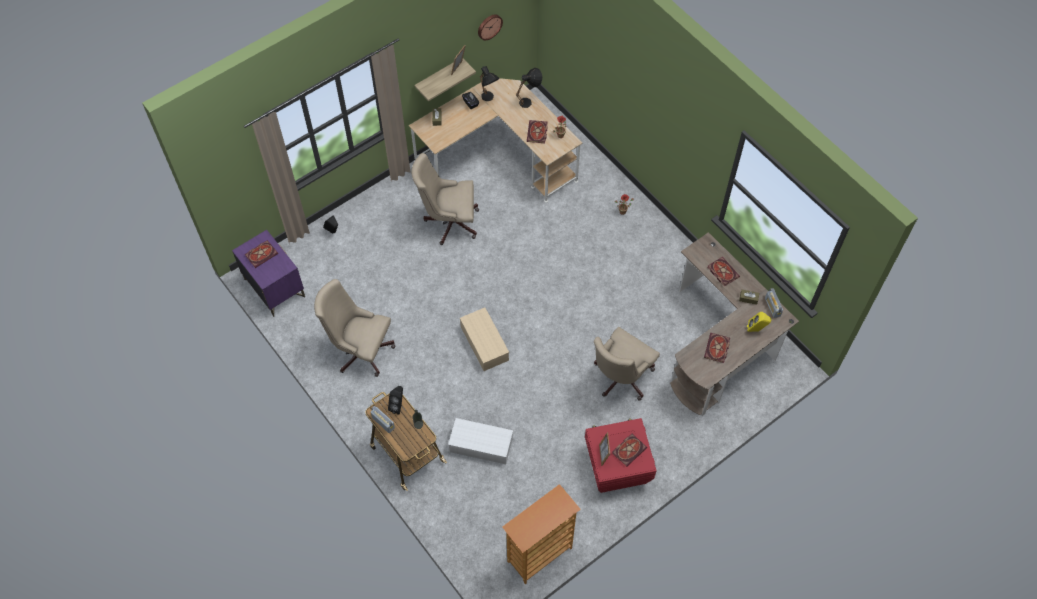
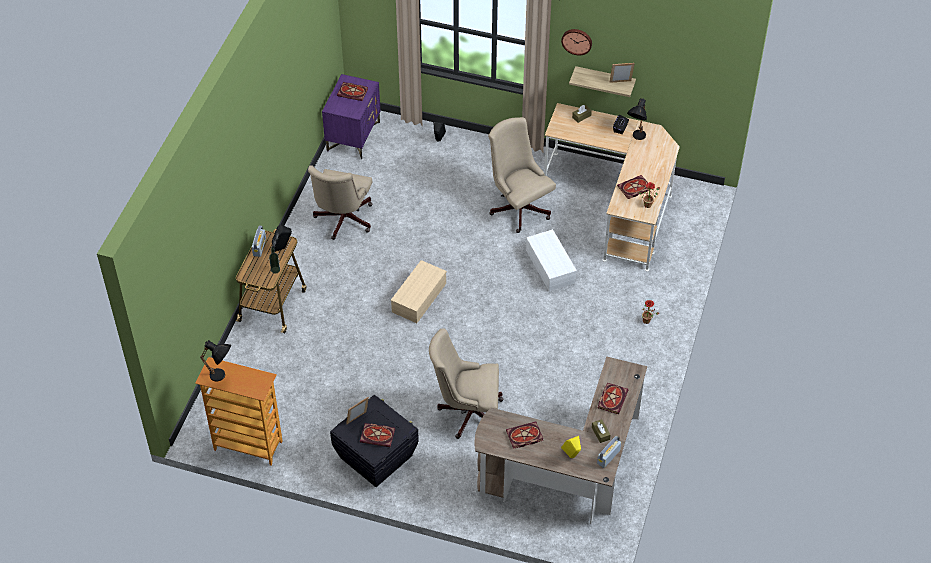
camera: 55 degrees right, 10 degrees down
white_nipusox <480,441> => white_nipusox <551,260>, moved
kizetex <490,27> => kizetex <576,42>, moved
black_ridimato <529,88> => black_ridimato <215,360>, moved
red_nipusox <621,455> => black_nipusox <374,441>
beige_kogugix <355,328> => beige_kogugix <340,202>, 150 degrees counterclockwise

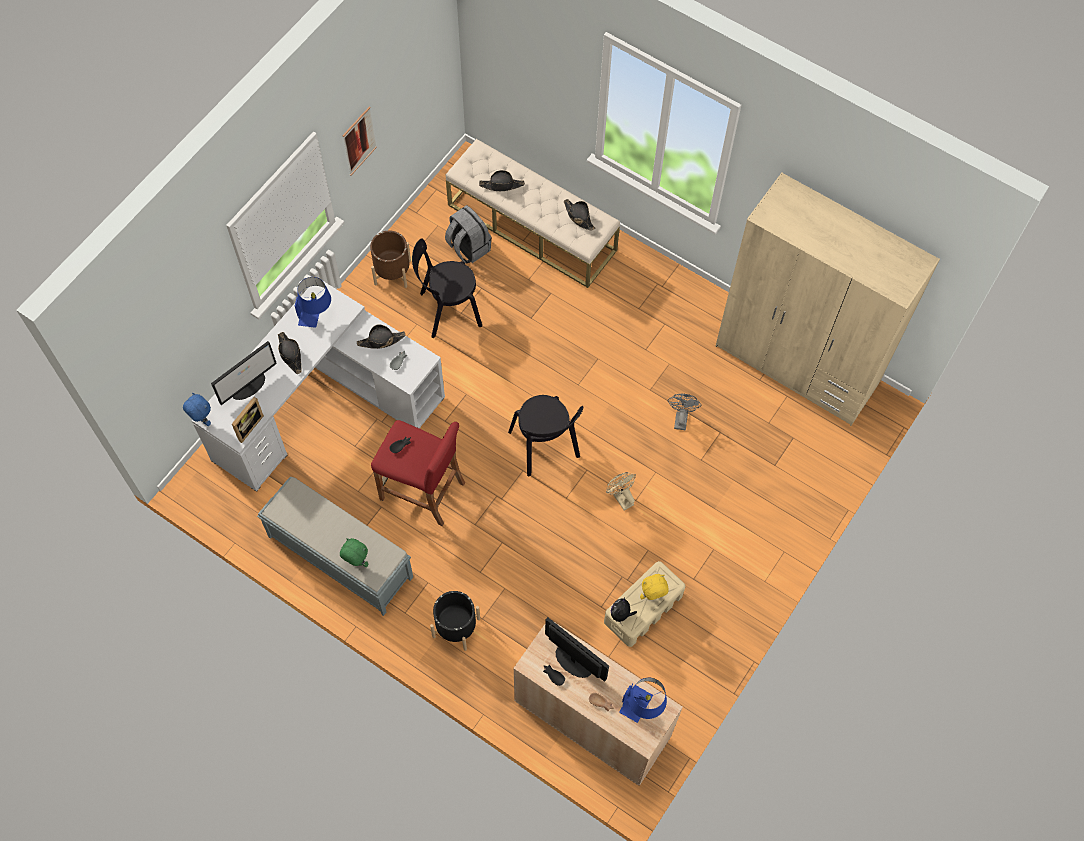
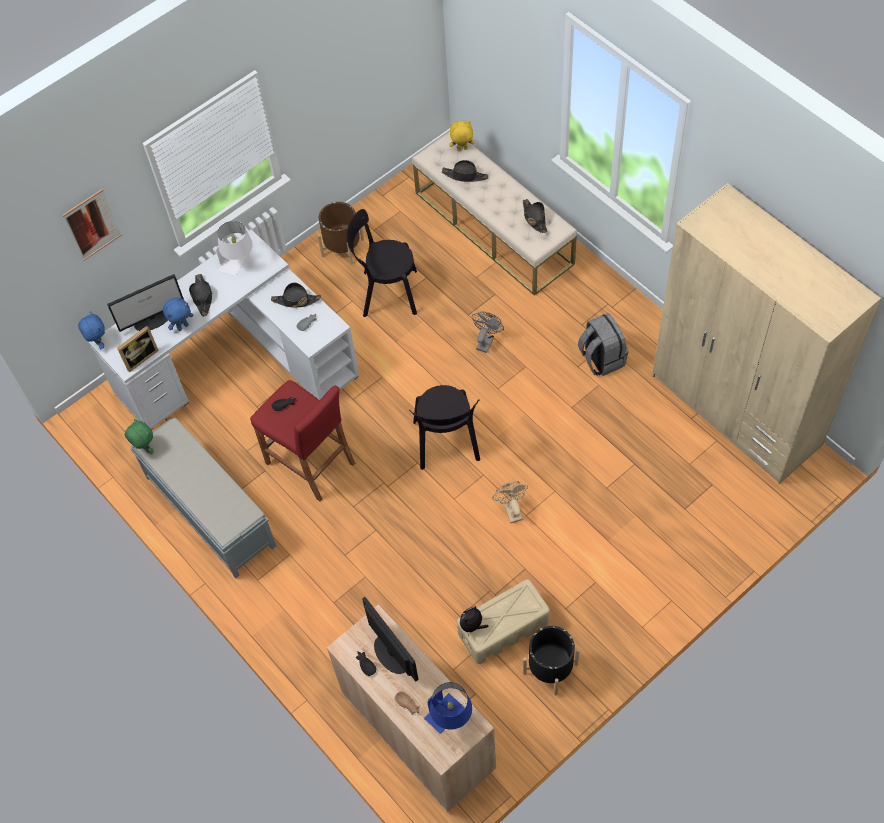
camera: 20 degrees right, 5 degrees down
nothing => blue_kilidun <178,314>
green_kilidun <354,552> => green_kilidun <139,436>, moved
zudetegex <359,141> => zudetegex <92,225>, moved
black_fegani <455,621> => black_fegani <551,660>, moved
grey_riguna <468,234> => grey_riguna <603,344>, moved
yellow_kilidun <654,587> => yellow_kilidun <462,136>, moved
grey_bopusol <684,411> => grey_bopusol <488,332>, moved
blue_ridimato <313,302> => white_ridimato <234,248>

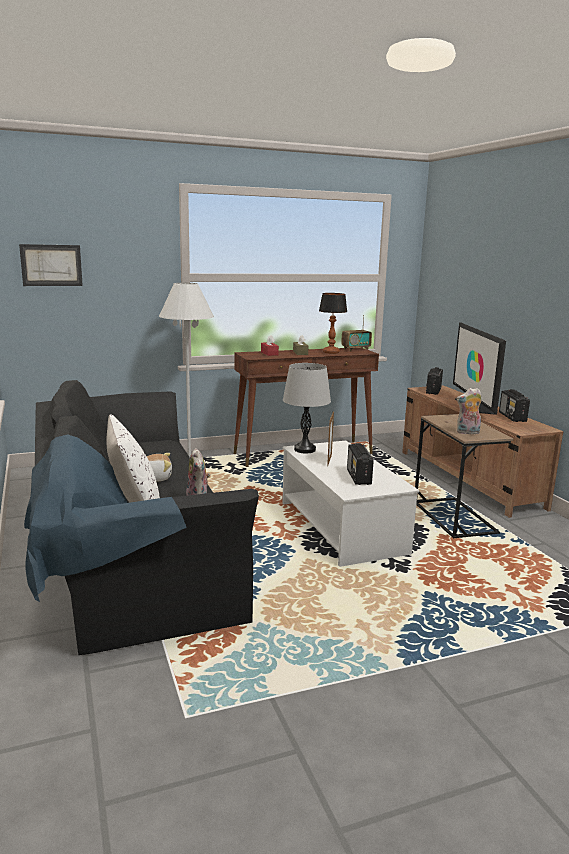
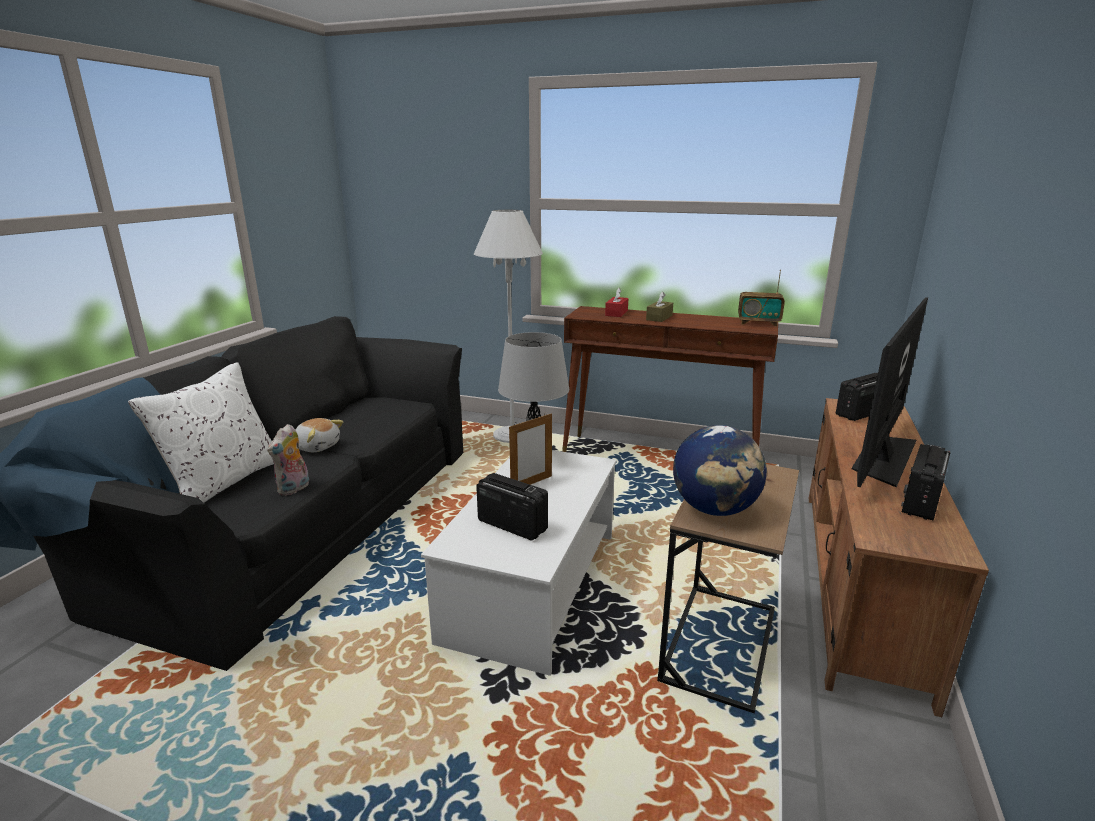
camera: 40 degrees right, 5 degrees up
zudetegex <51,265> => nothing
ridimato <333,323> => nothing
kilidun <469,411> => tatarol <720,470>
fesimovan <360,464> => fesimovan <512,507>, 90 degrees clockwise

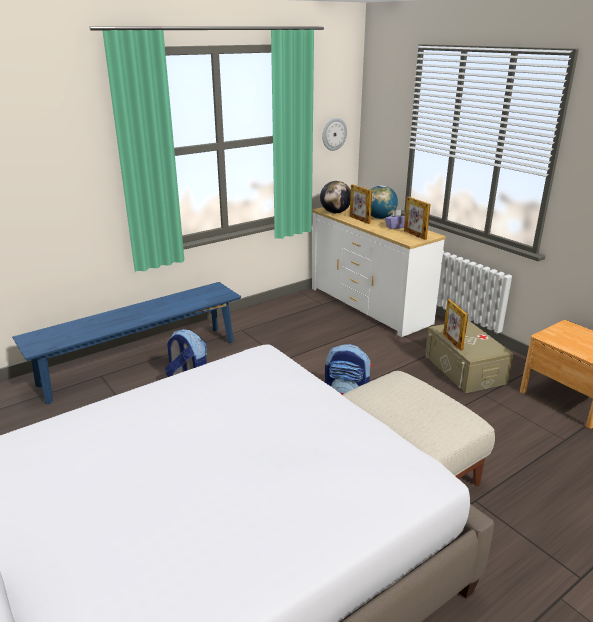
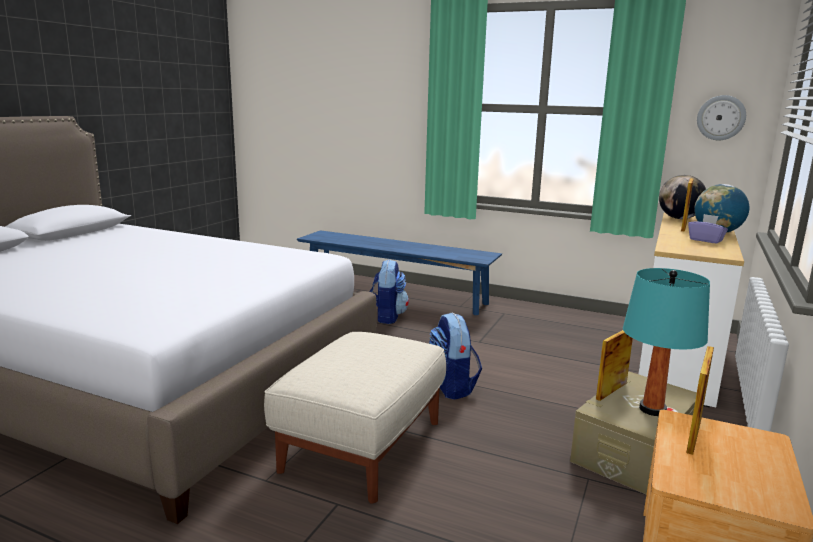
camera: 60 degrees right, 10 degrees down
nothing => turquoise_ridimato <666,342>
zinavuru <417,218> => zinavuru <700,400>, moved

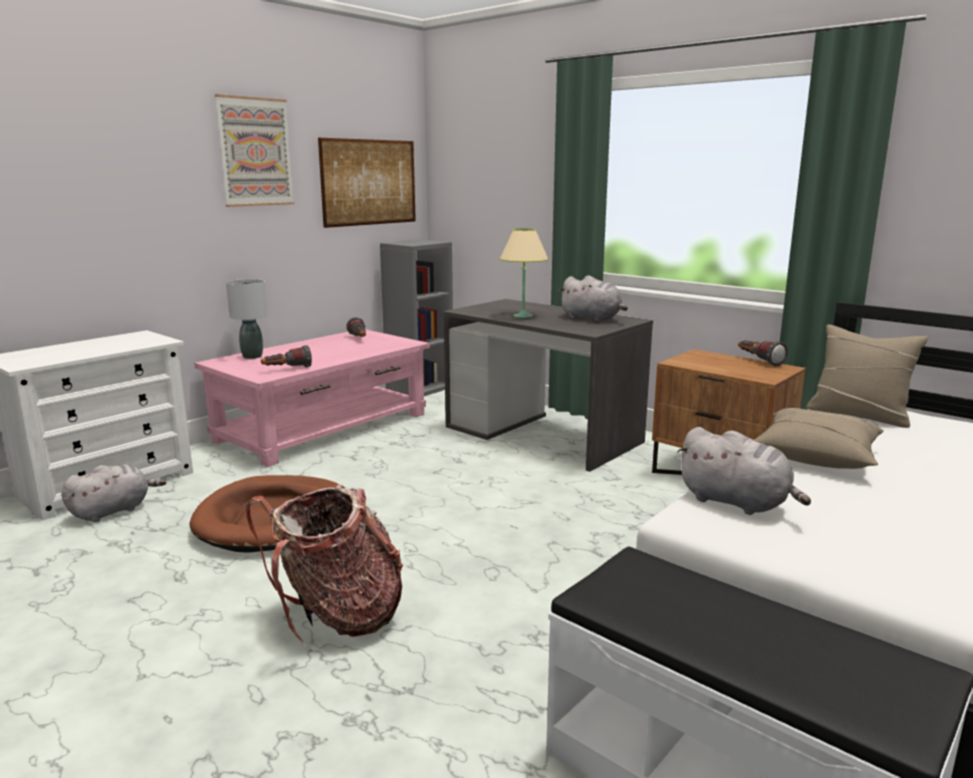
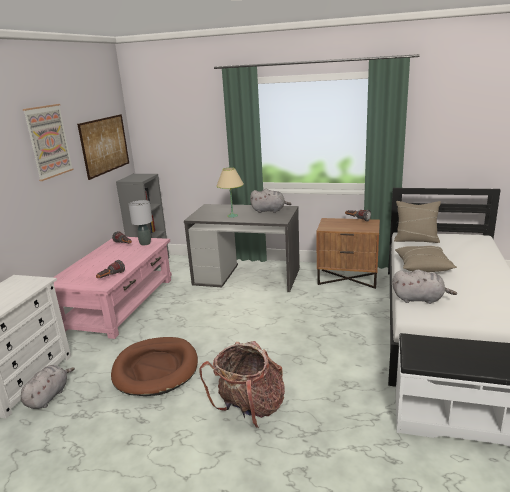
camera: 25 degrees left, 5 degrees up
grey_ridimato <247,319> => grey_ridimato <140,222>, moved

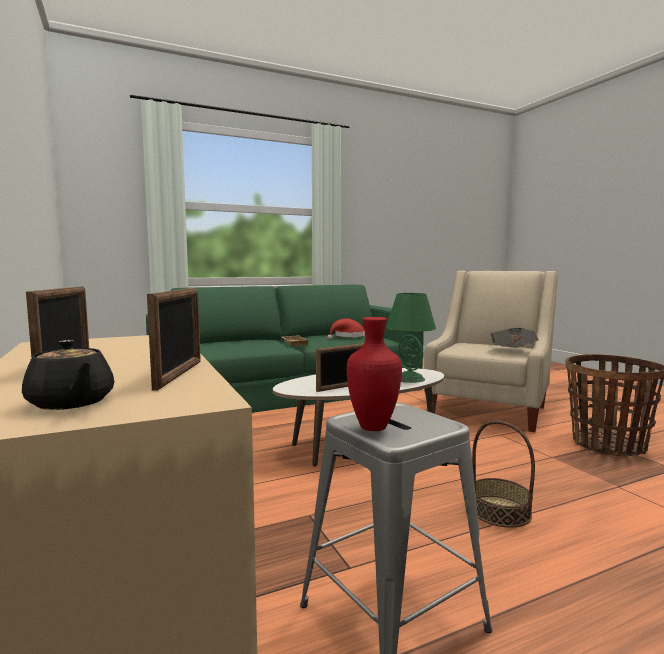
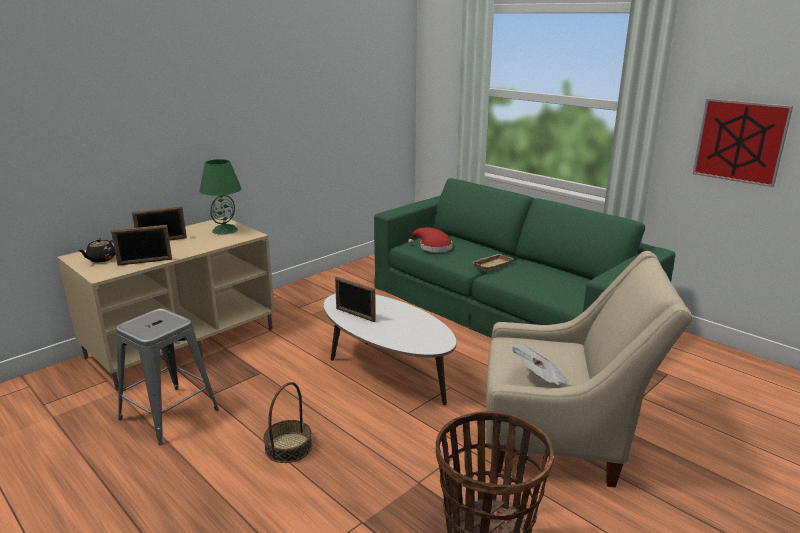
camera: 70 degrees right, 15 degrees up
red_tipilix <374,374> => nothing
nothing => zudetegex <743,143>
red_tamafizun <346,328> => red_tamafizun <430,239>, moved
green_ridimato <411,338> => green_ridimato <220,197>, moved

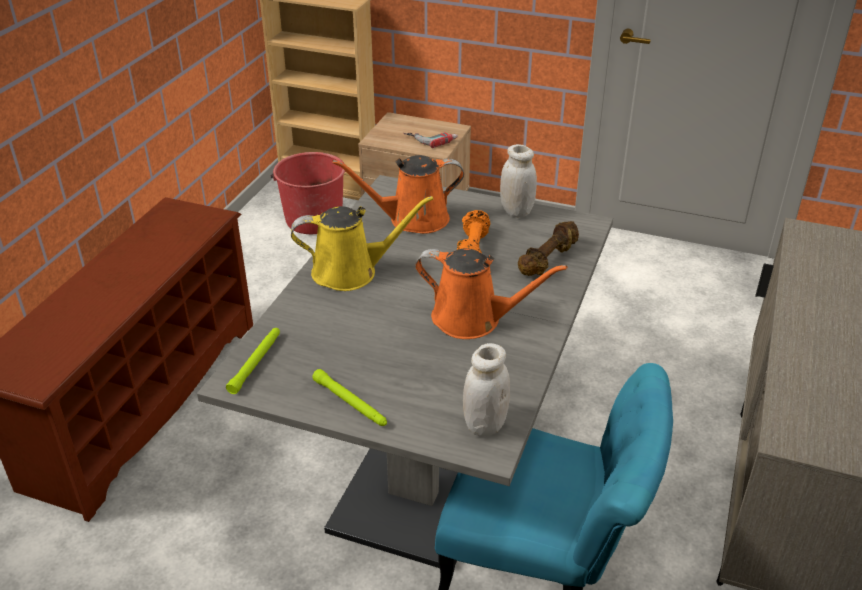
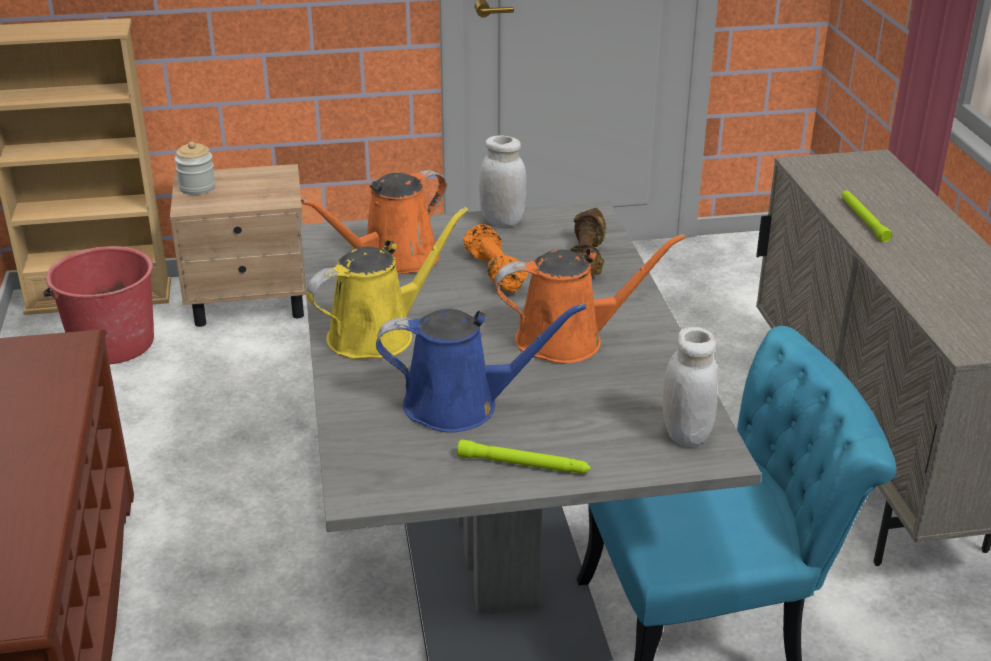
camera: 30 degrees left, 5 degrees down
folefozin <430,140> => nothing
nothing => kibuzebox <195,168>
nothing => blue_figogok <481,368>
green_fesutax <253,361> => green_fesutax <866,216>, moved

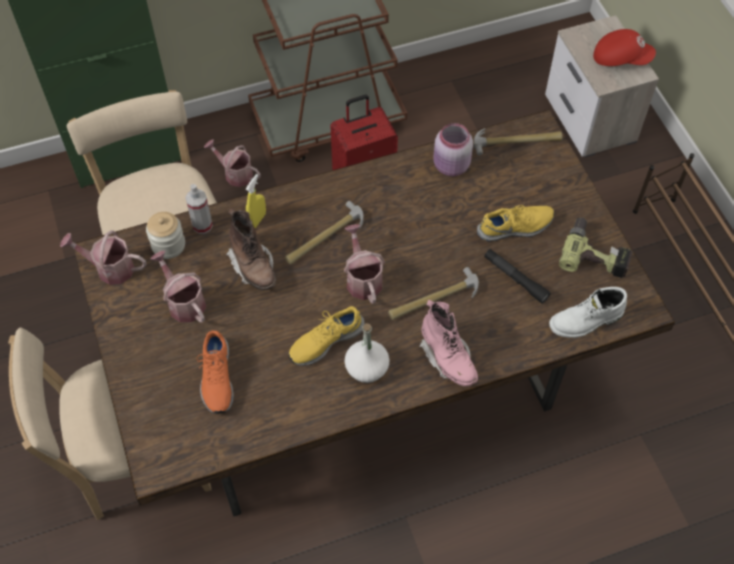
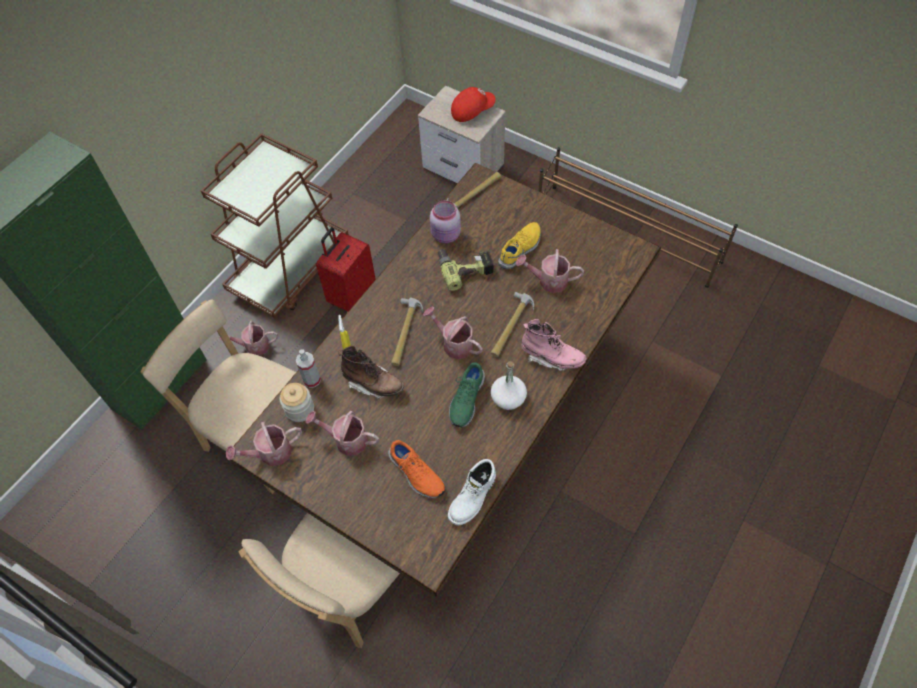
camera: 35 degrees left, 0 degrees up
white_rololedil <588,312> => white_rololedil <472,492>, moved
folefozin <596,247> => folefozin <466,270>, moved
black_fesutax <517,276> => figogok <550,271>
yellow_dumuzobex <327,336> => green_dumuzobex <467,395>

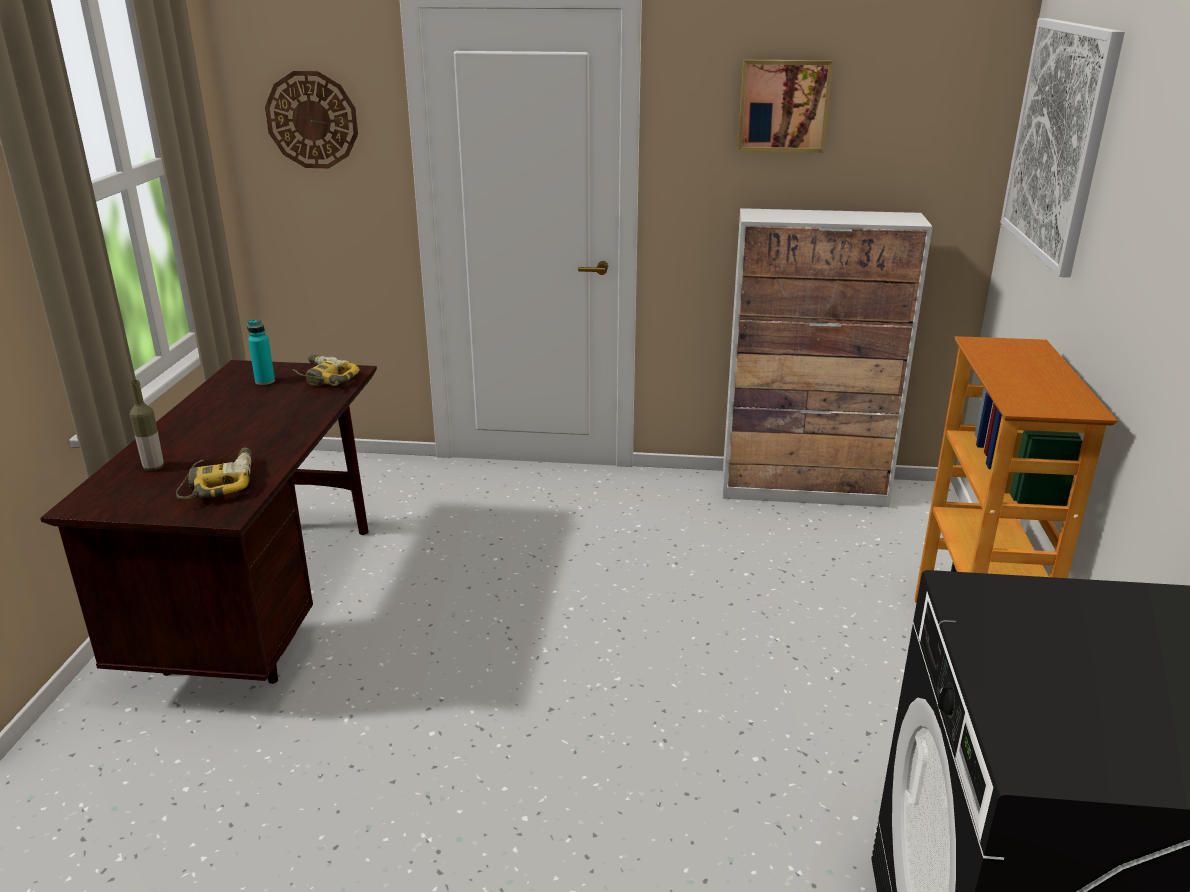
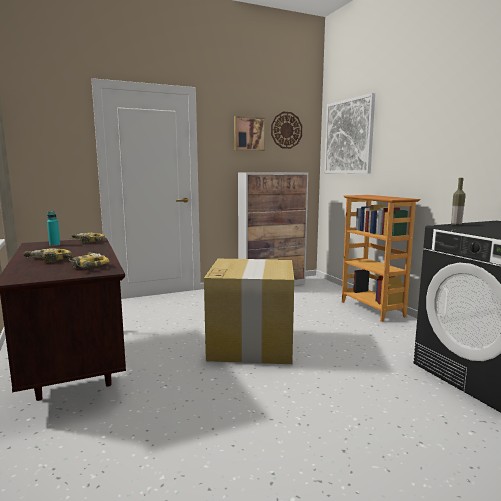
camera: 30 degrees left, 15 degrees down
nothing => folefozin <47,255>
nothing => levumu <249,311>
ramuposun <147,425> => ramuposun <458,202>, moved
kizetex <311,119> => kizetex <286,130>, moved

